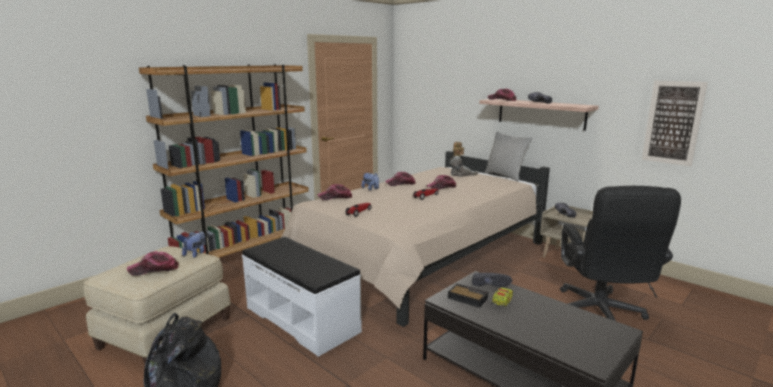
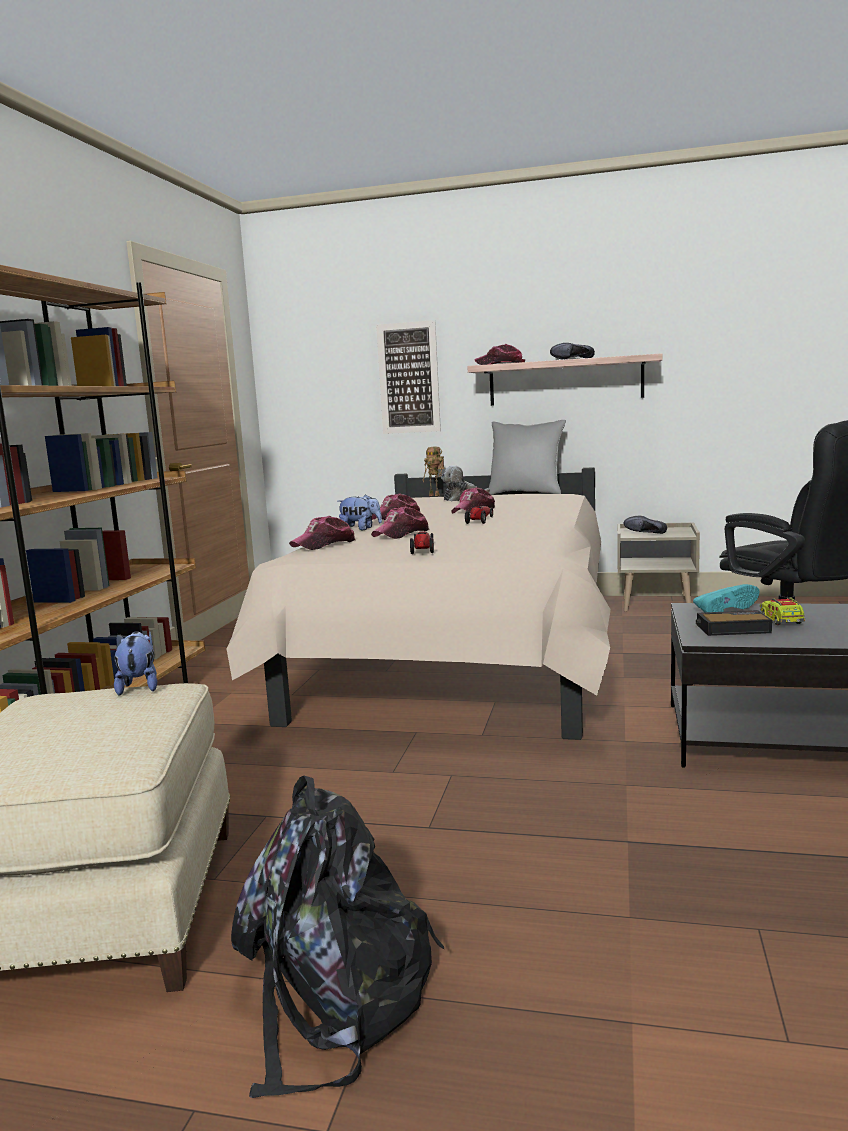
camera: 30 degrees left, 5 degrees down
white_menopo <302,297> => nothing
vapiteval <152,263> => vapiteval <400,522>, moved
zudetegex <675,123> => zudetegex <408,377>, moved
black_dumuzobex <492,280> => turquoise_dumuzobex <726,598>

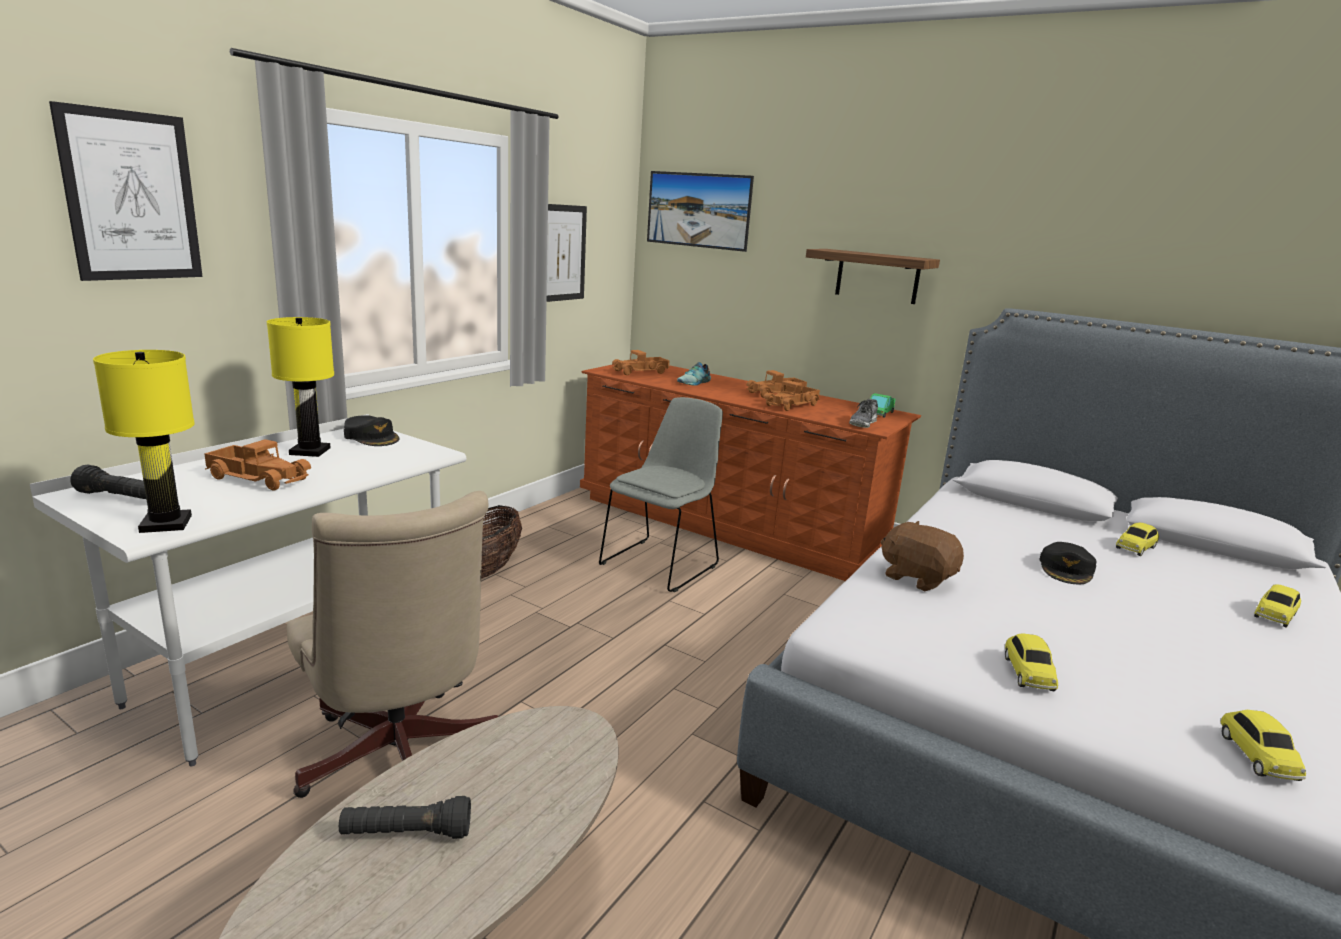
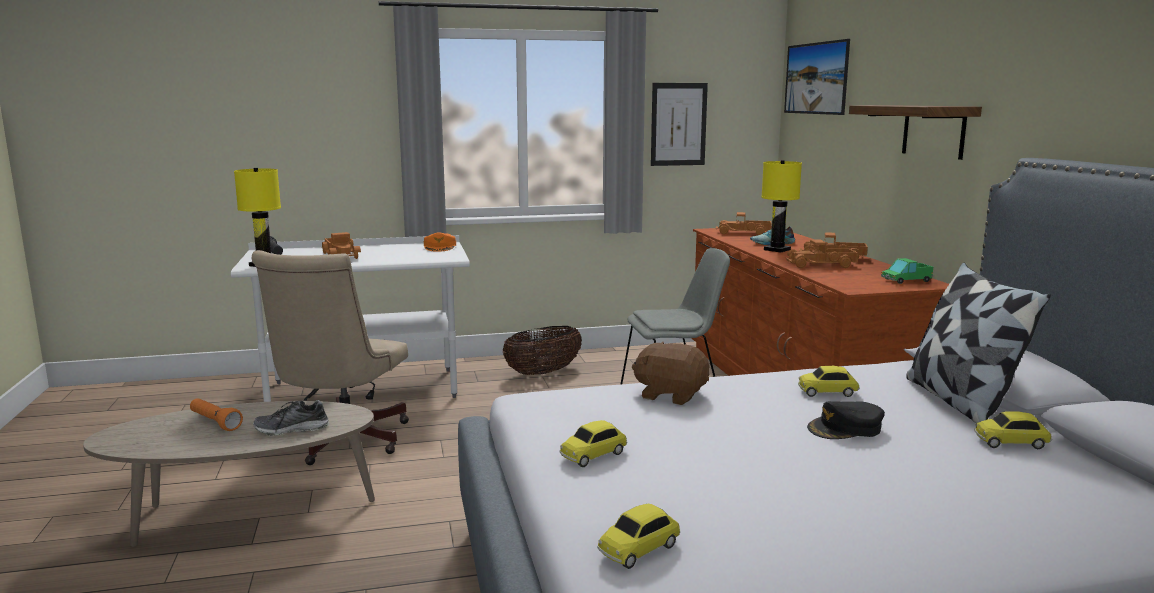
camera: 45 degrees right, 5 degrees down
zudetegex <126,191> => nothing
nothing => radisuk <978,343>
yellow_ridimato <300,387> => yellow_ridimato <781,206>, moved
dumuzobex <863,413> => dumuzobex <291,418>, moved
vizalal <1277,606> => vizalal <829,381>, moved
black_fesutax <405,817> => orange_fesutax <216,414>
black_vapiteval <371,430> => orange_vapiteval <440,242>
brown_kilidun <922,556> => brown_kilidun <671,373>, 60 degrees counterclockwise

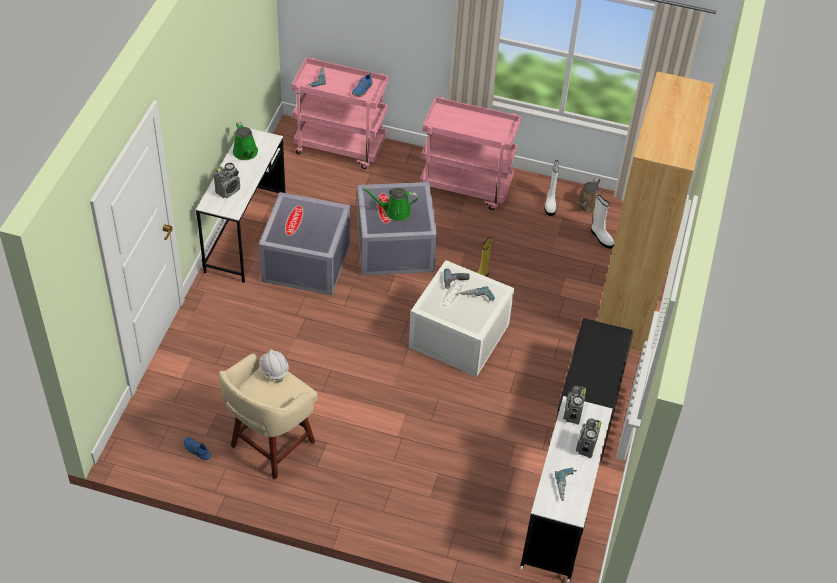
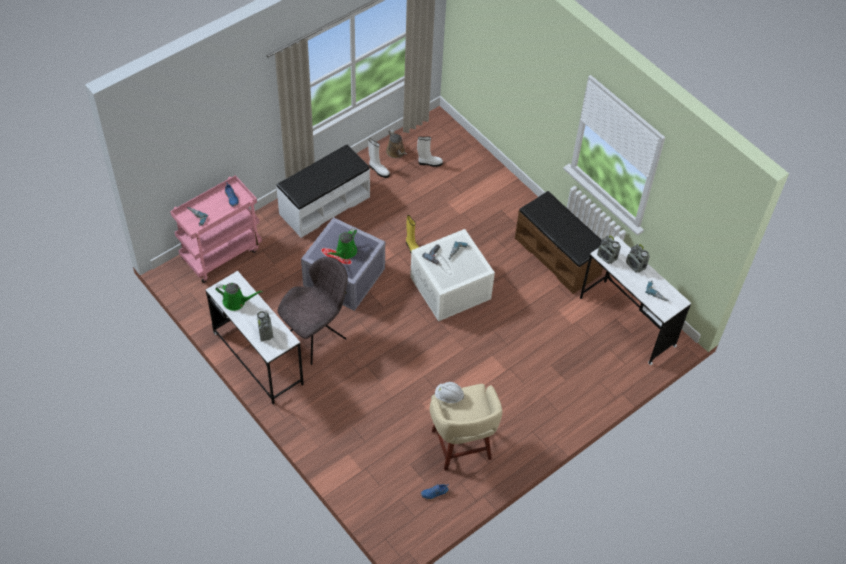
camera: 55 degrees left, 5 degrees up
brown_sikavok <655,211> => nothing
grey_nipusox <305,243> => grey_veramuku <313,311>
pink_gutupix <470,153> => white_menopo <323,191>

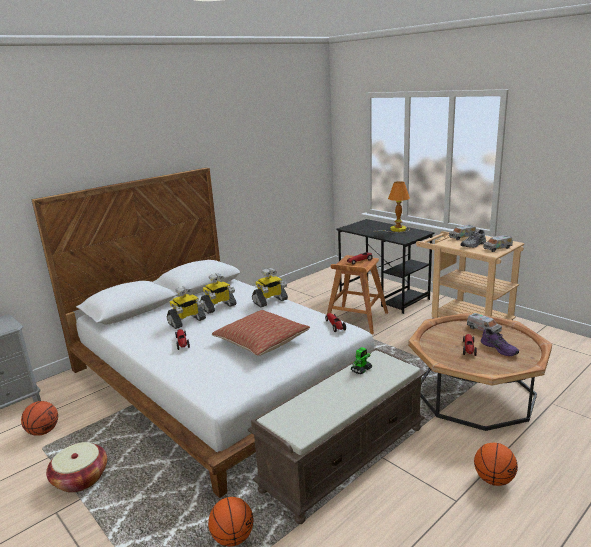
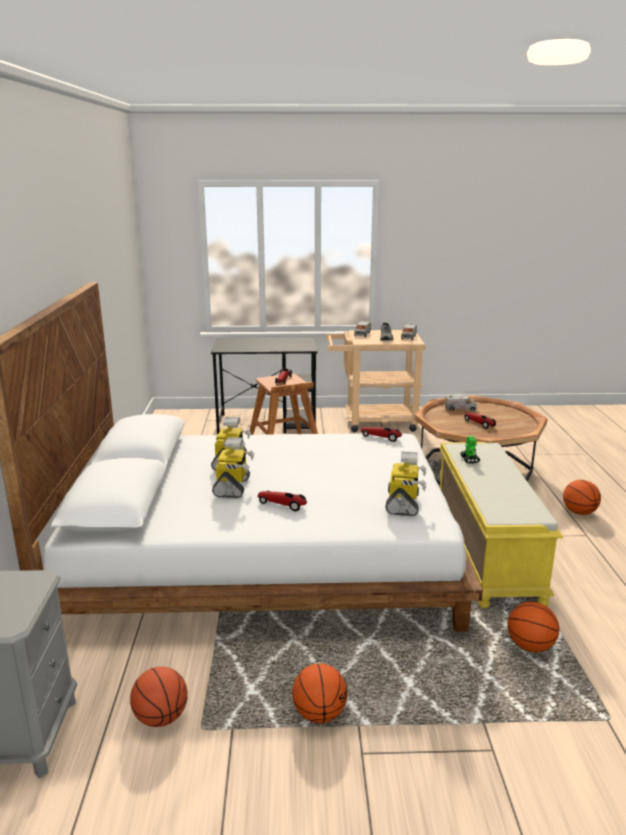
camera: 50 degrees left, 0 degrees up
radisuk <261,333> => nothing
ridimato <391,207> => nothing
purple_dumuzobex <500,342> => nothing
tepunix <270,287> => tepunix <405,483>, moved
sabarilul <76,467> => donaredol <320,693>
brown_menopo <336,436> => yellow_menopo <501,525>

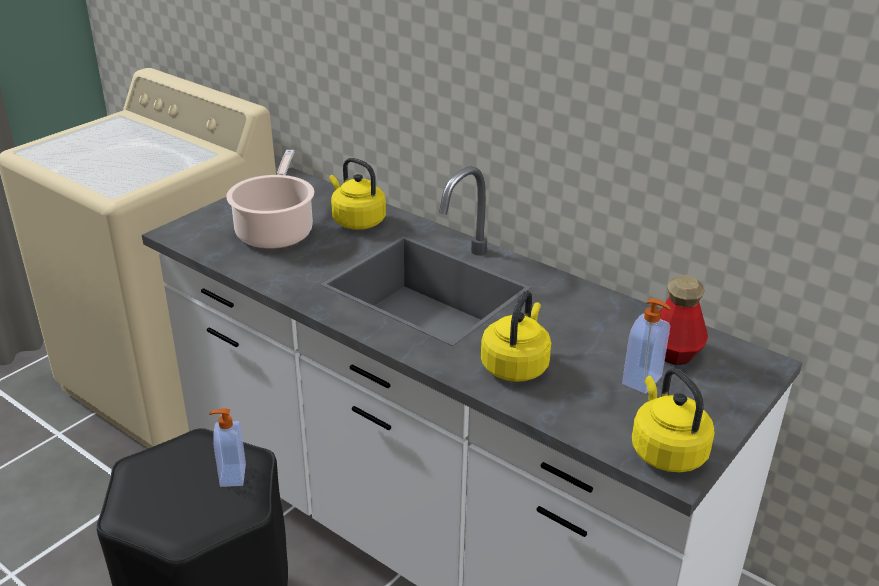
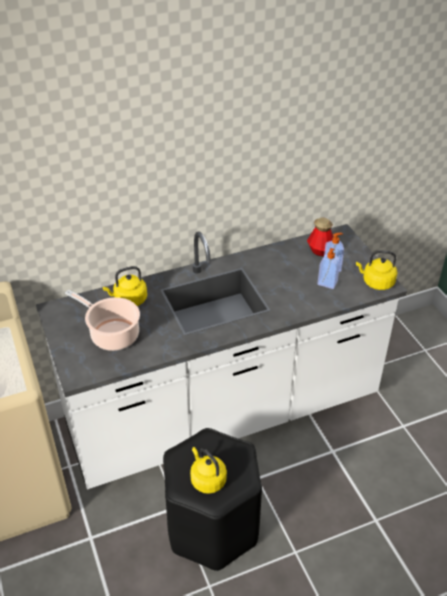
camera: 60 degrees left, 10 degrees up
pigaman <227,447> => pigaman <329,268>, moved
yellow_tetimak <516,336> => yellow_tetimak <208,470>, moved

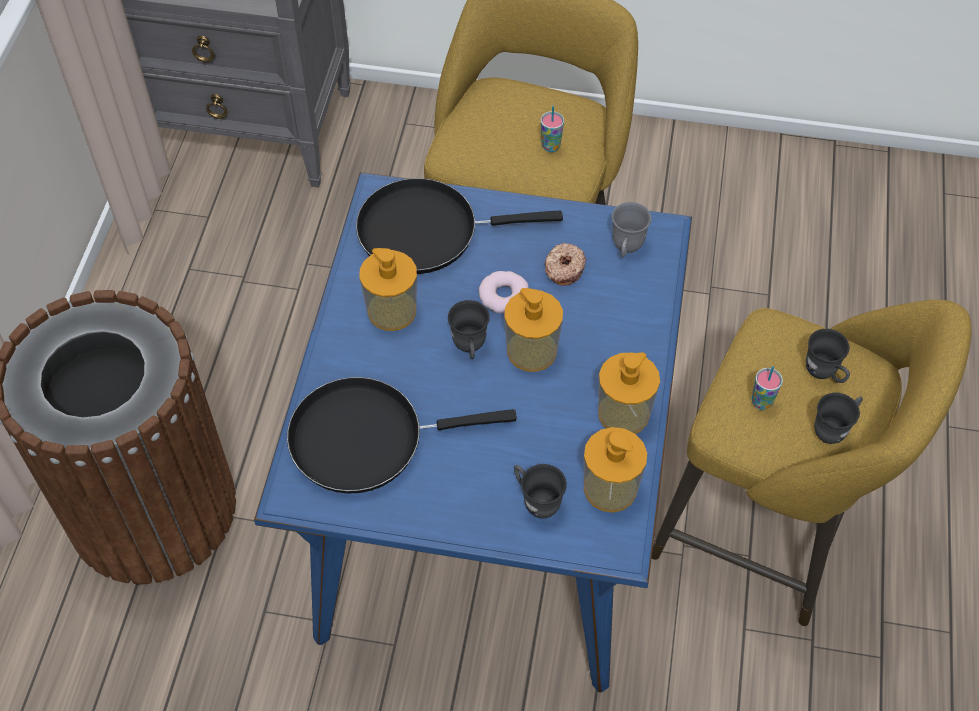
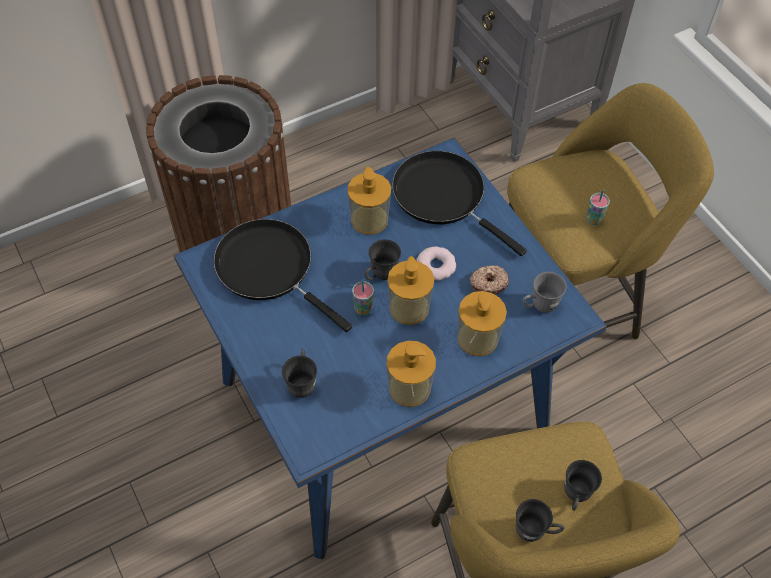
camera: 50 degrees right, 0 degrees up
pigaman <615,469> => pigaman <482,323>, moved
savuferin <767,388> => savuferin <363,298>, moved

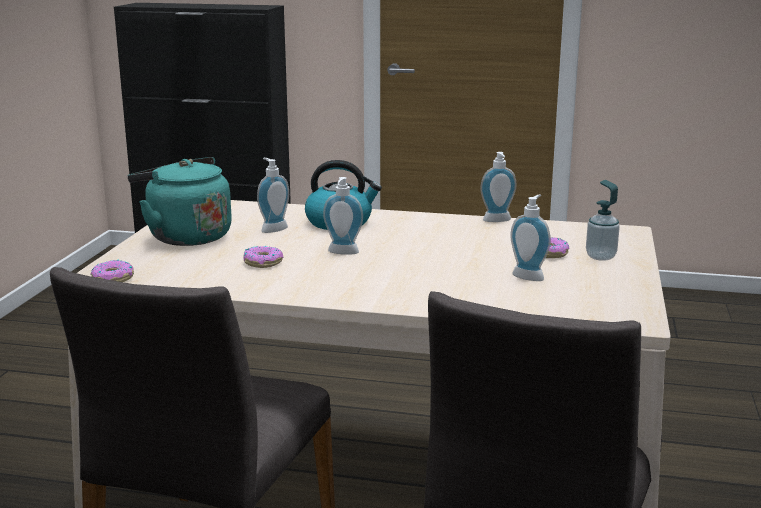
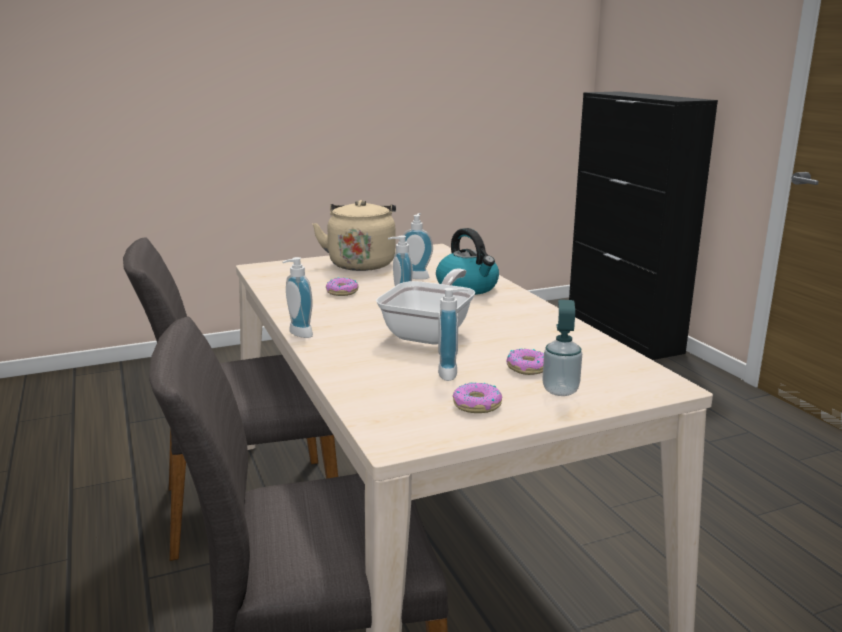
camera: 55 degrees right, 0 degrees up
nothing => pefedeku <425,307>
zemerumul <112,271> => zemerumul <477,398>, moved
pigaman <498,187> => pigaman <297,297>, moved
turquoise_tetimak <180,201> => beige_tetimak <354,235>

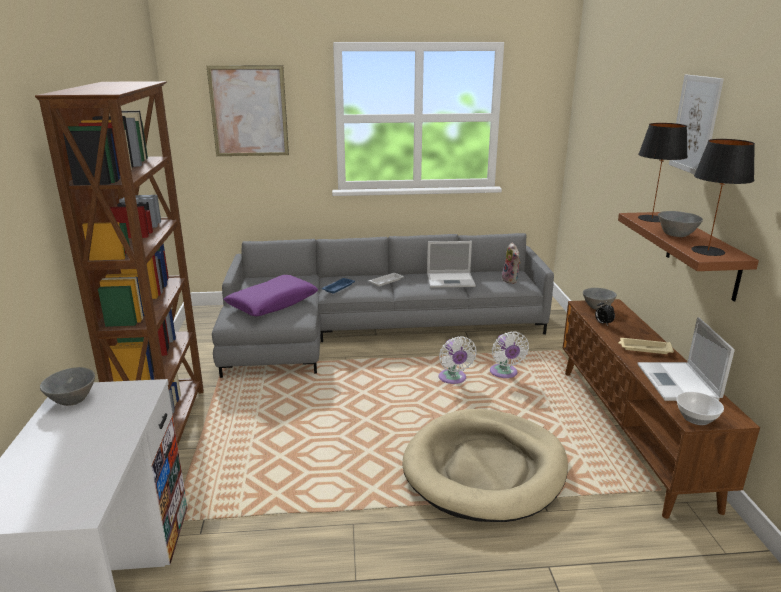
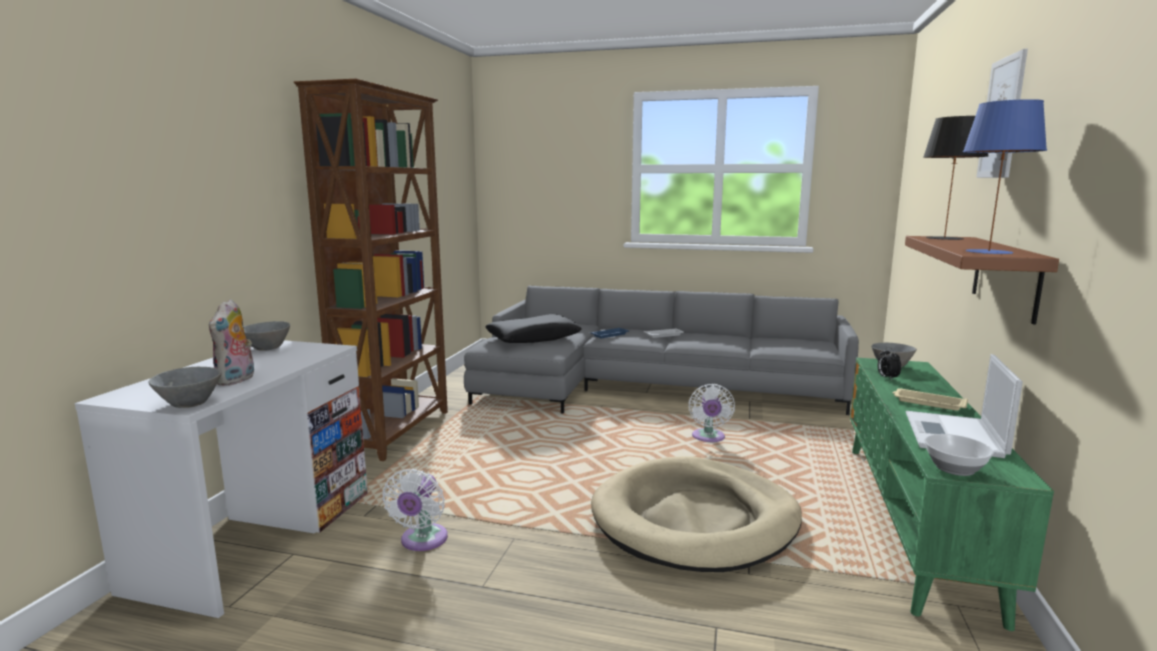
camera: 20 degrees right, 10 degrees down
zudetegex <248,110> => nothing
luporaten <451,264> => nothing
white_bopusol <509,354> => white_bopusol <415,510>, moved
kilidun <511,263> => kilidun <231,342>, moved
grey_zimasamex <680,224> => grey_zimasamex <184,387>, moved
purple_radisuk <271,295> => black_radisuk <533,328>
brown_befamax <661,409> => green_befamax <952,494>
black_ridimato <723,197> => blue_ridimato <1005,176>

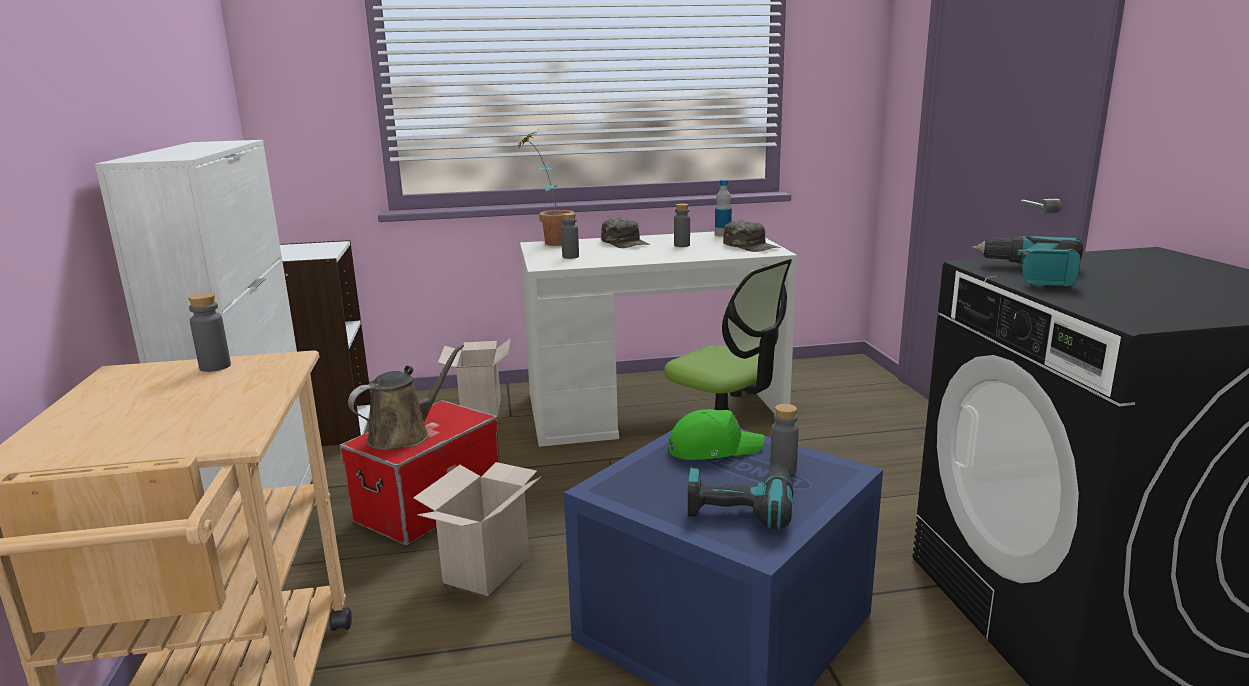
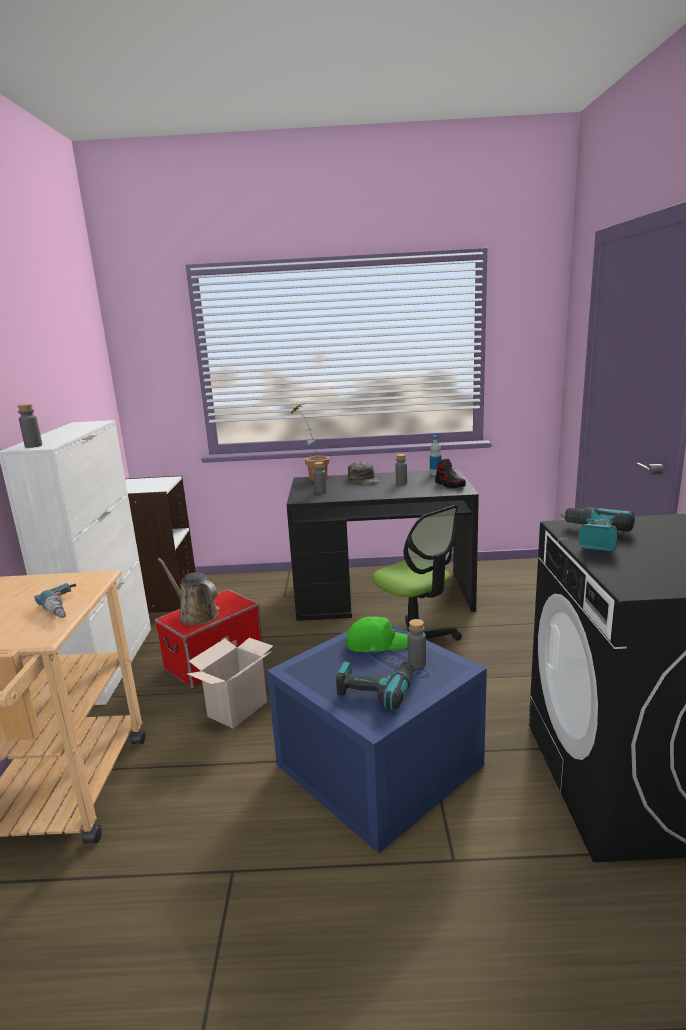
camera: 10 degrees right, 0 degrees up
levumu <474,378> => nothing
nothing => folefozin <55,600>
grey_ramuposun <209,332> => grey_ramuposun <30,426>, moved
green_vapiteval <752,236> => dumuzobex <450,473>
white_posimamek <658,339> => black_posimamek <382,545>
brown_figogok <406,397> => brown_figogok <188,591>, 105 degrees counterclockwise

